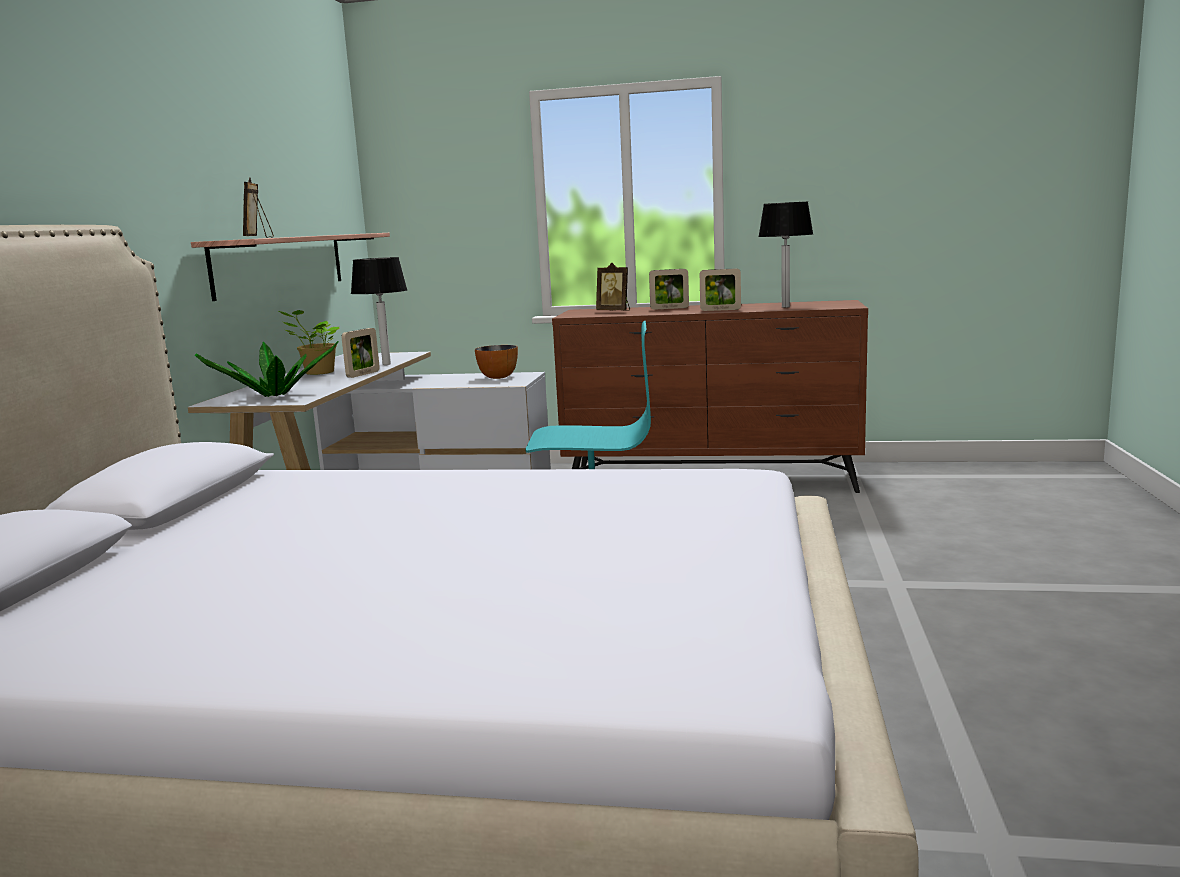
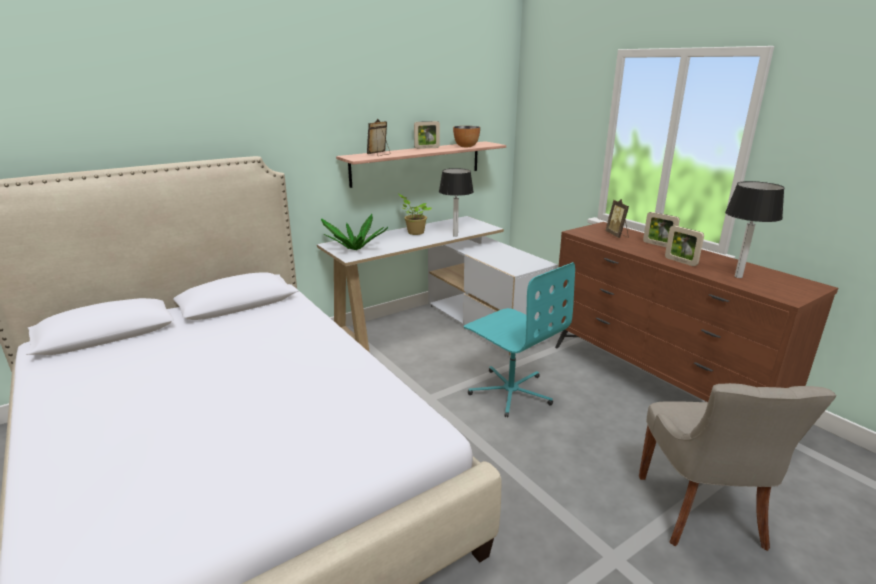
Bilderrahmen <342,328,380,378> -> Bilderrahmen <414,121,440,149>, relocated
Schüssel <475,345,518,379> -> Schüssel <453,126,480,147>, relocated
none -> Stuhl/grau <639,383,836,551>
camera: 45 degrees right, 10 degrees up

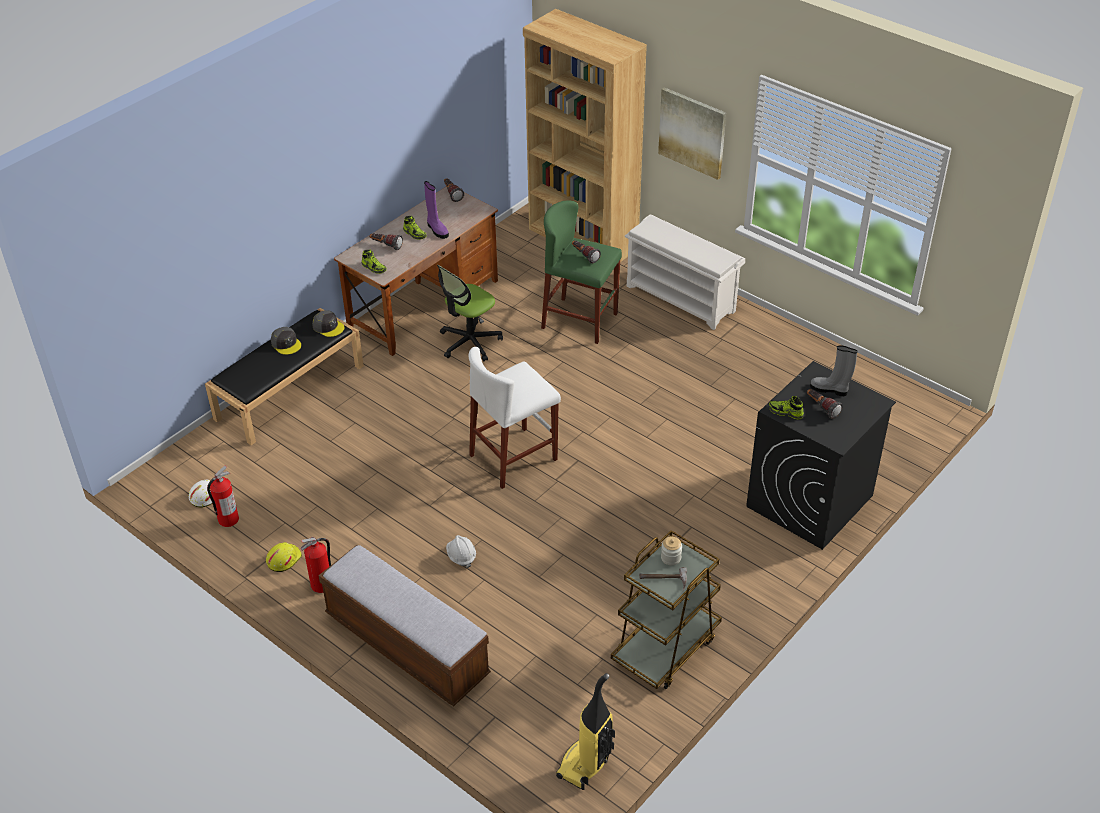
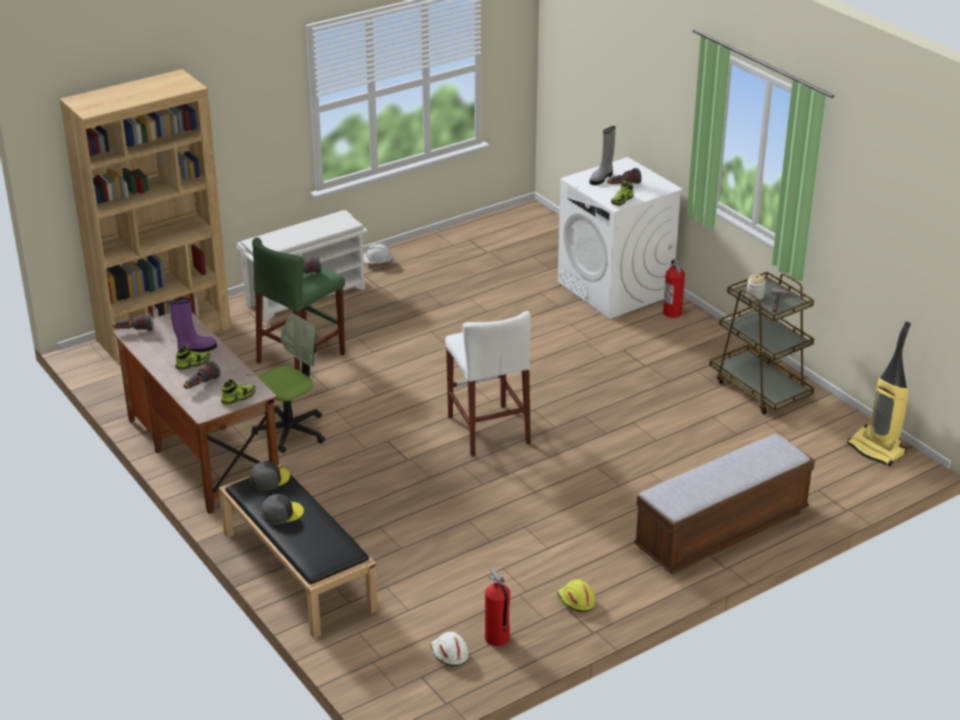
Feuerlöscher <301,537,331,593> -> Feuerlöscher <663,260,685,318>, relocated
Bürostuhl <437,265,503,362> -> Bürostuhl <252,314,325,453>, 105 degrees counterclockwise
Schutzhelm/weiß <446,535,476,568> -> Schutzhelm/weiß <364,243,393,263>, relocated
Bild <658,87,726,180> -> none
Waschmaschine/schwarz <746,361,896,550> -> Waschmaschine/weiß <558,157,683,319>
camera: 75 degrees left, 10 degrees down

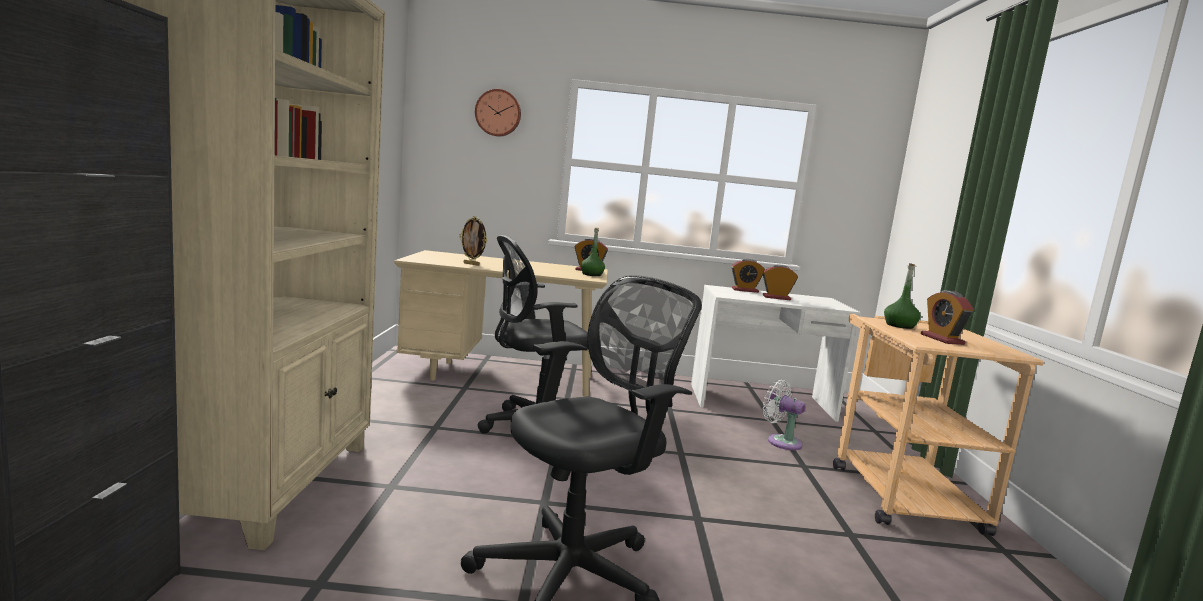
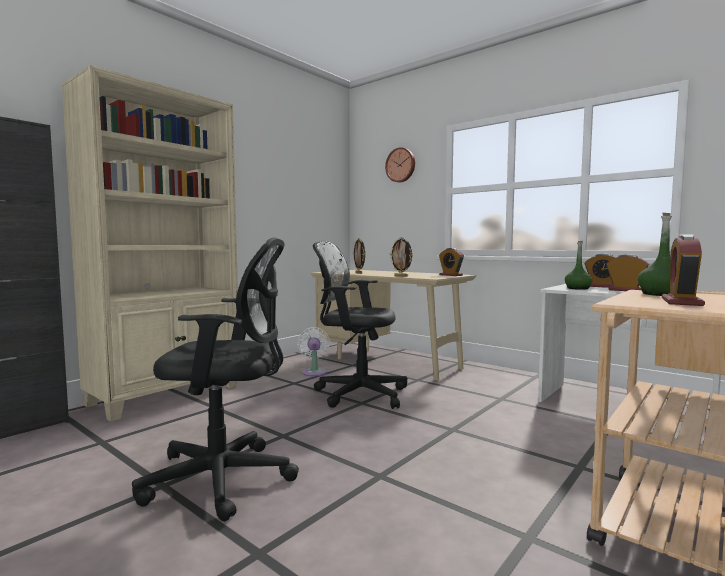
Flasche/grün <581,228,605,276> -> Flasche/grün <565,240,593,290>, relocated
Ventilator/weiß <763,380,806,450> -> Ventilator/weiß <298,327,330,376>, relocated
none -> Bilderrahmen <390,237,413,277>
camera: 40 degrees right, 5 degrees down

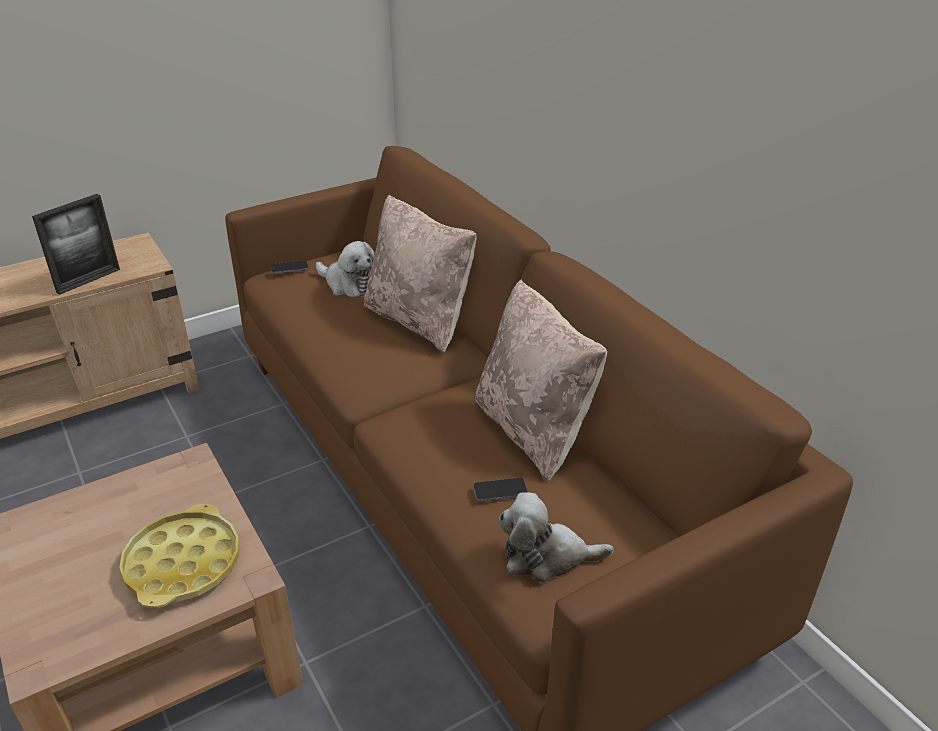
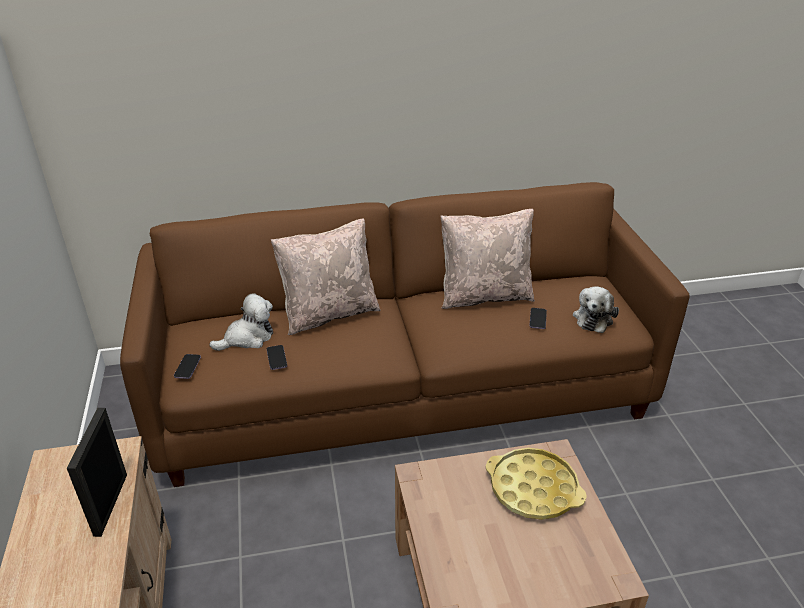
Bilderrahmen <32,194,120,295> -> Bilderrahmen <67,408,127,537>, 150 degrees counterclockwise
none -> Handy <267,345,287,370>
camera: 70 degrees left, 0 degrees up

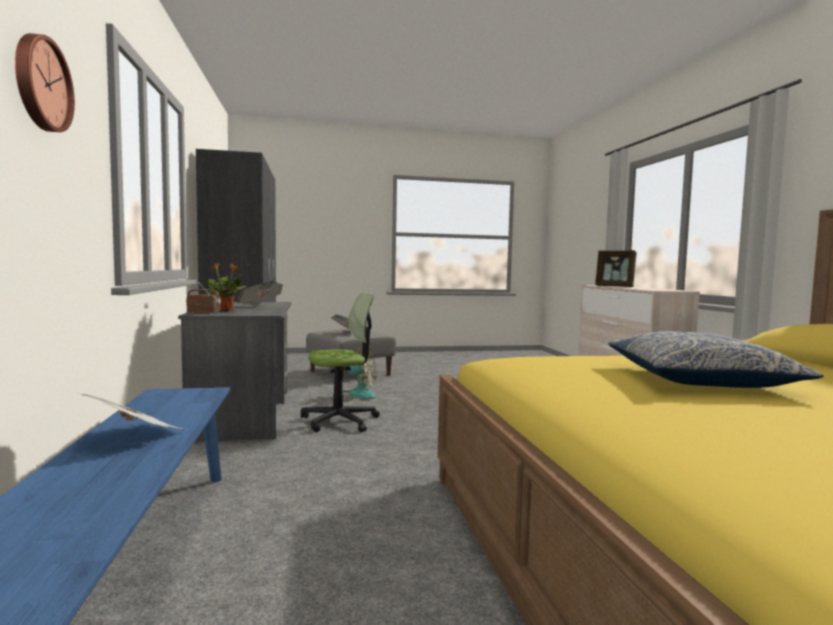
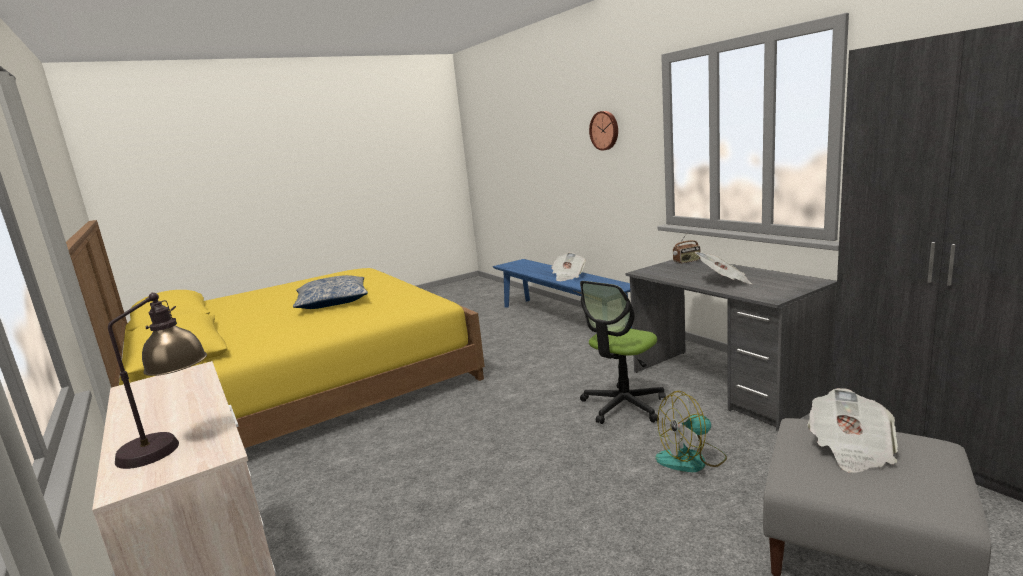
Topfpflanze <204,262,247,311> -> none
Bilderrahmen <595,250,637,287> -> Tischlampe <108,293,207,469>
camera: 160 degrees right, 10 degrees up

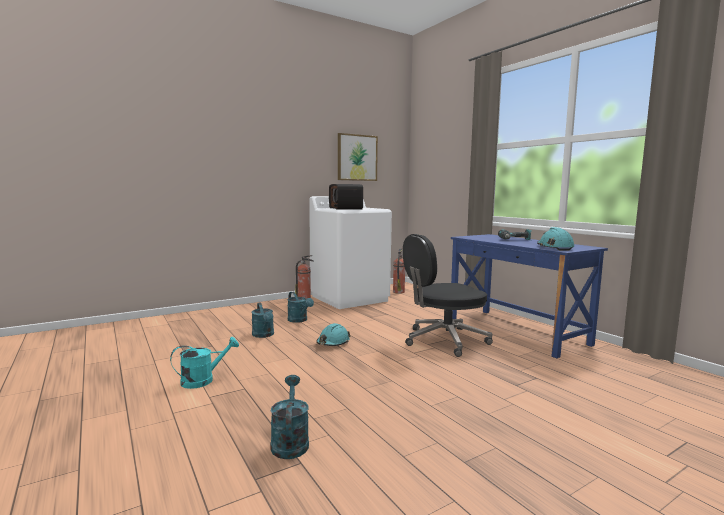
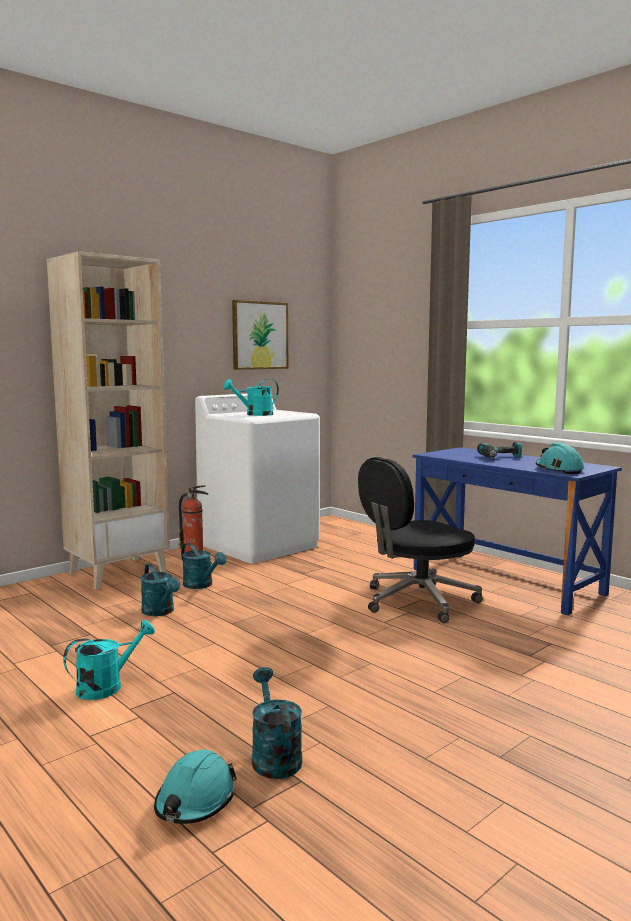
Schutzhelm/türkis <316,323,351,346> -> Schutzhelm/türkis <154,749,237,824>, relocated
Radio <329,184,363,210> -> Gießkanne/türkis <223,379,279,416>
Feuerlöscher <393,249,405,294> -> none
none -> Bücherregal/beige <46,251,170,589>
camera: 10 degrees left, 0 degrees up

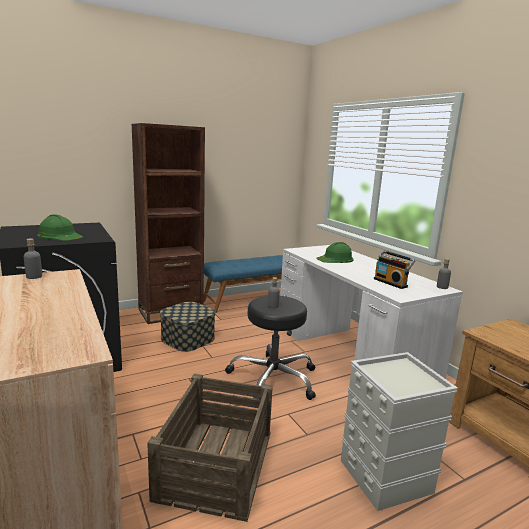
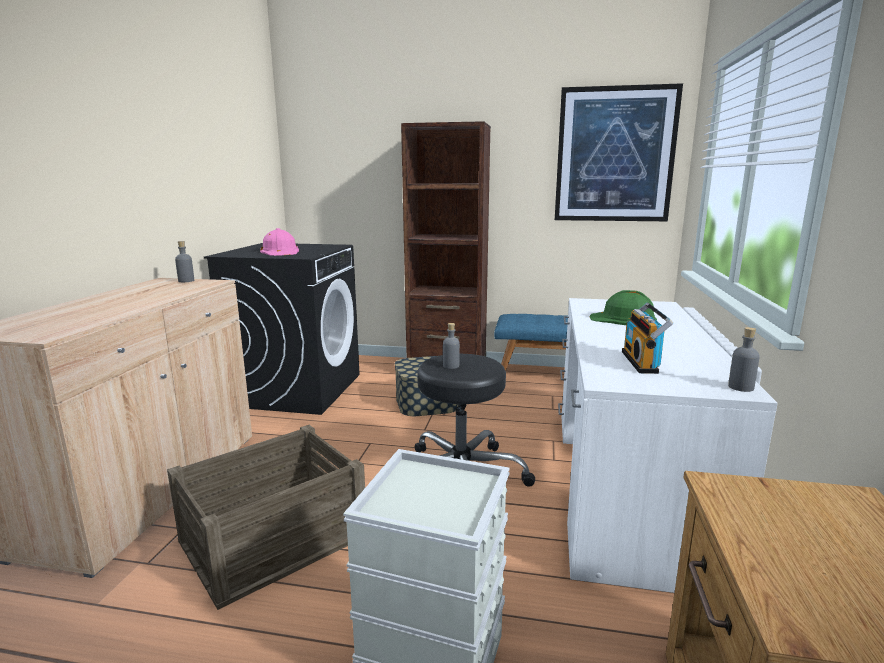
Schutzhelm/grün <37,214,83,241> -> Schutzhelm/rosa <260,228,299,256>
none -> Bild <555,83,683,221>
camera: 40 degrees right, 0 degrees up

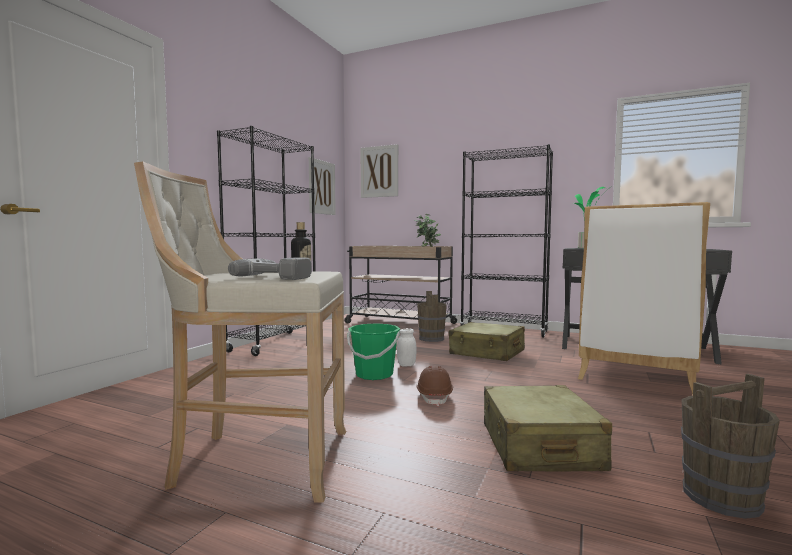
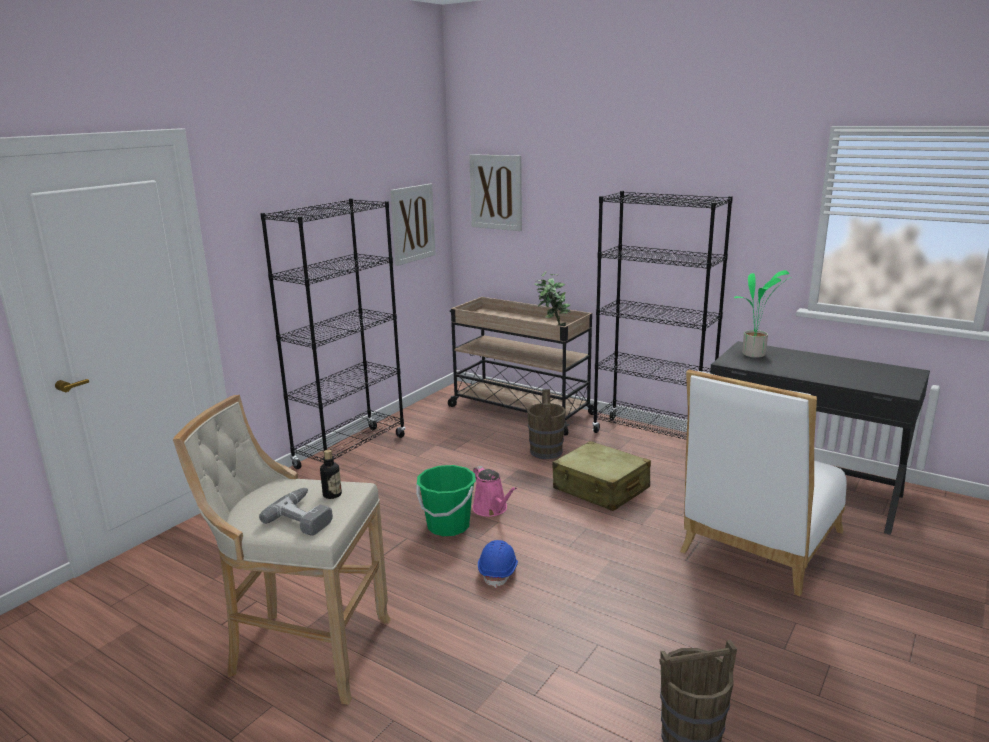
Vorratsglas/weiß <397,328,417,366> -> Gießkanne/rosa <472,466,517,517>
Schutzhelm/braun <416,366,453,406> -> Schutzhelm/blau <478,540,518,588>
Koffer/beige <484,385,612,472> -> none
camera: 10 degrees right, 15 degrees up

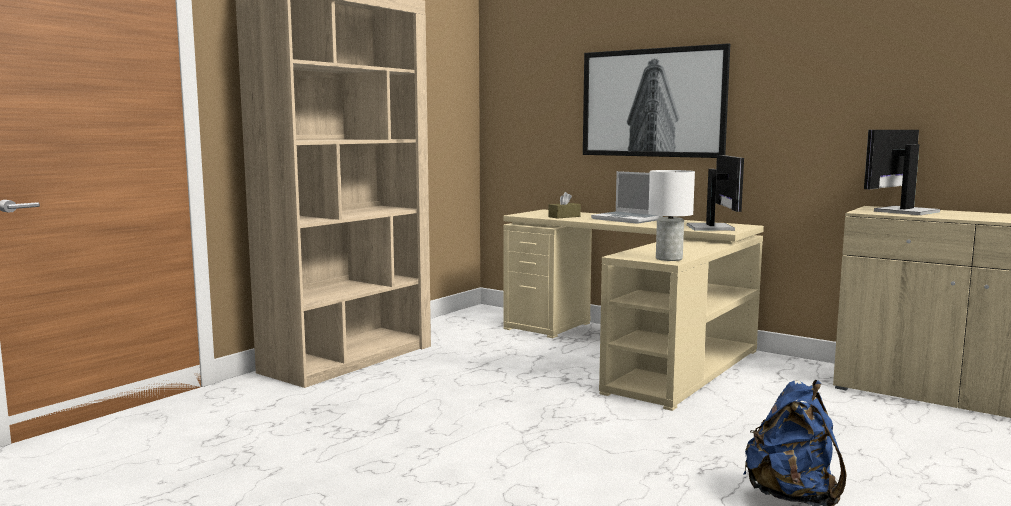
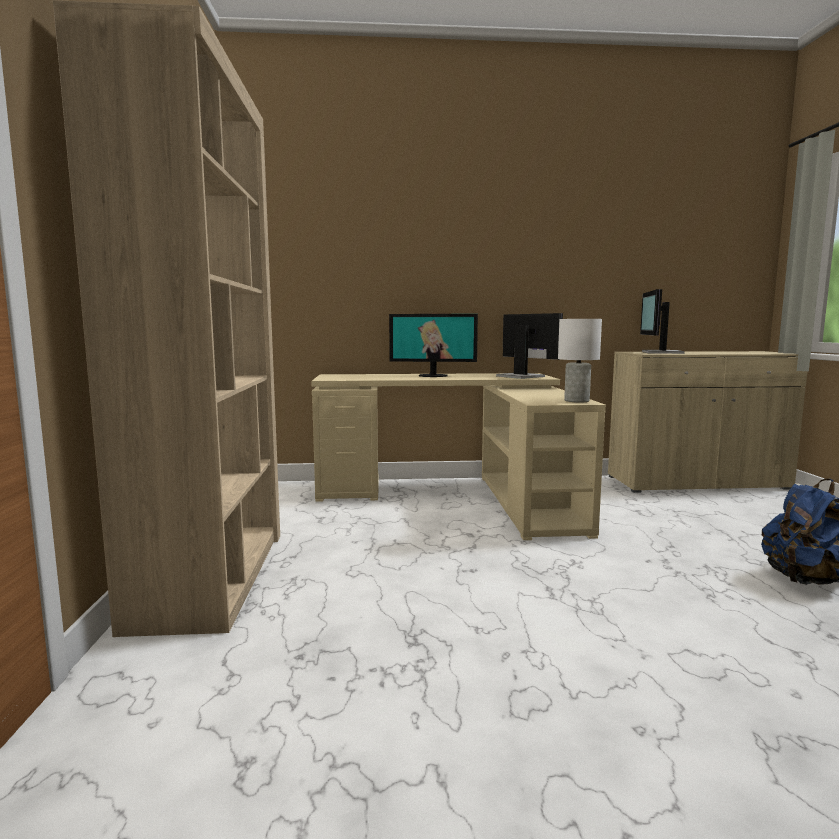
Taschentuchbox/braun <548,192,581,219> -> none
Bild <583,43,730,158> -> none
Laptop <591,171,663,224> -> Monitor <389,314,478,377>
camera: 40 degrees left, 0 degrees up

